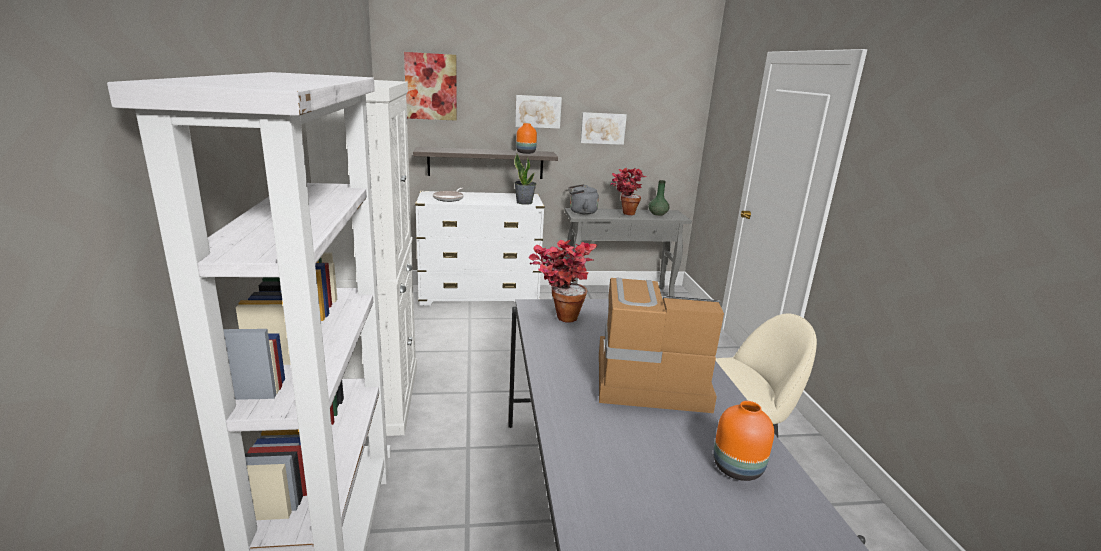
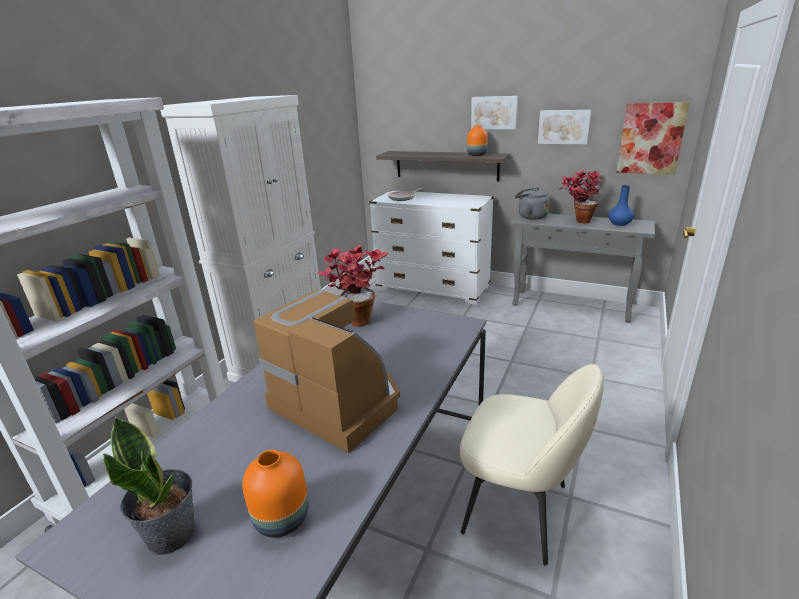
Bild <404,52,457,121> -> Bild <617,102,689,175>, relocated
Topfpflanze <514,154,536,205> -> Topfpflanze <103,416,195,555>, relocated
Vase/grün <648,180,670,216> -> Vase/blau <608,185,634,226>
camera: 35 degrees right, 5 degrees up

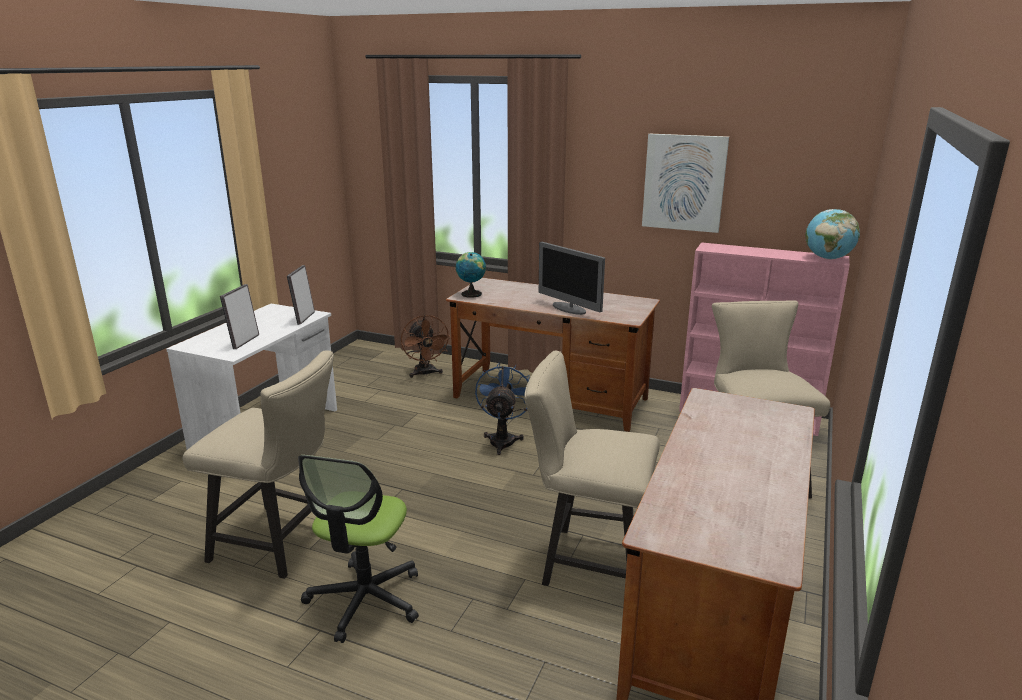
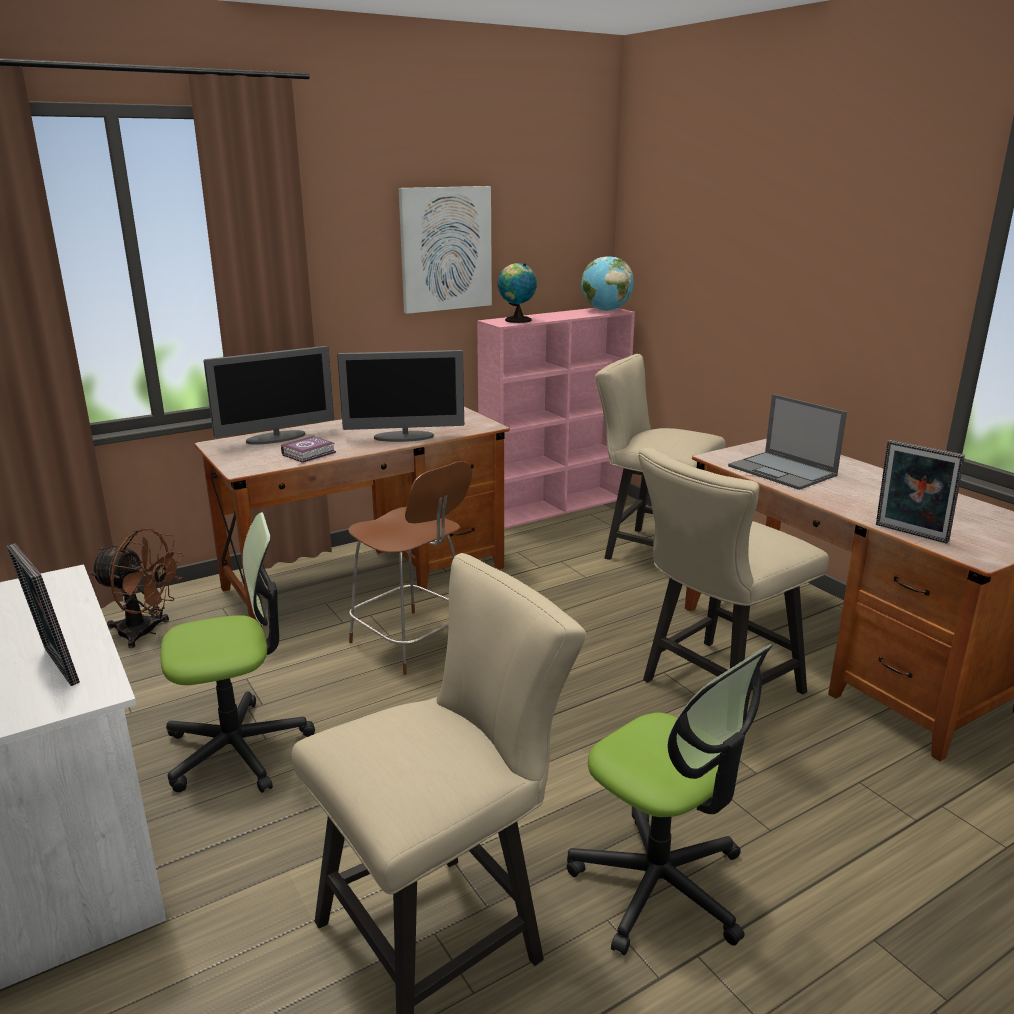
Bilderrahmen <287,265,315,325> -> Bilderrahmen <876,440,965,543>, relocated
Globus <456,252,486,298> -> Globus <498,263,537,323>, relocated
Ventilator/blau <475,362,530,455> -> Hocker/braun <348,461,472,675>
none -> Bürostuhl <160,512,315,793>
none -> Monitor <203,346,334,445>
none -> Buch <281,435,336,463>
none -> Laptop <728,394,847,490>
camera: 55 degrees left, 0 degrees up

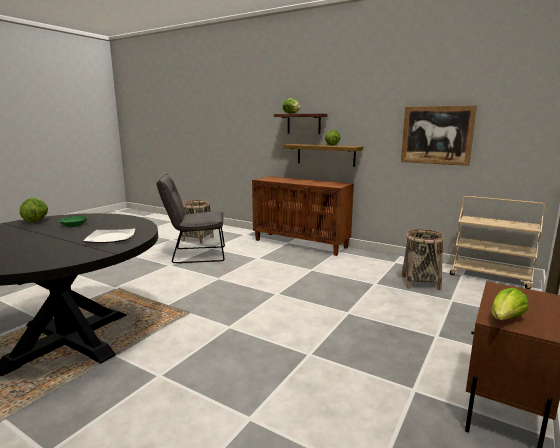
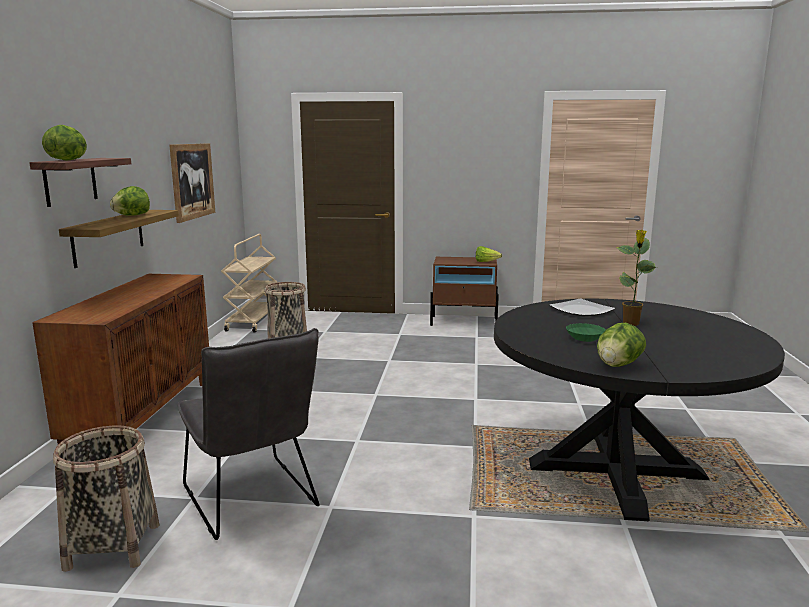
none -> Topfpflanze <617,230,658,326>
camera: 115 degrees left, 0 degrees up

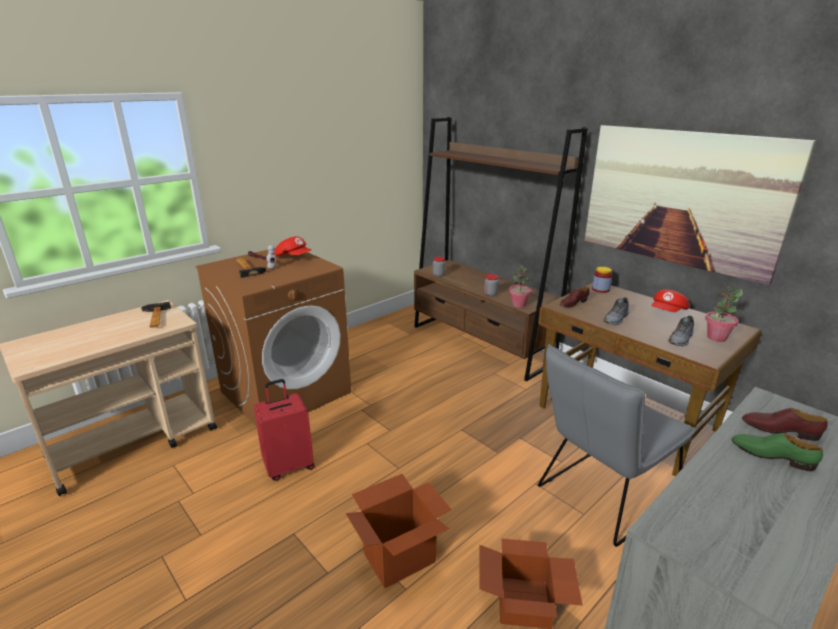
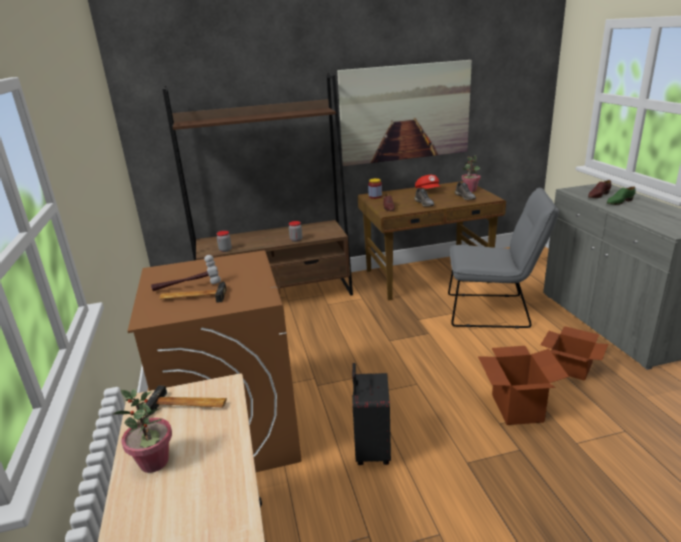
Koffer/rot <254,379,315,481> -> Koffer/schwarz <352,363,391,465>
Kappe/rot <274,236,311,257> -> none
Topfpflanze <509,265,532,308> -> Topfpflanze <113,389,172,473>, relocated
Stuhl/grau <538,344,695,547> -> Stuhl/grau <448,188,559,329>, 75 degrees counterclockwise
camera: 60 degrees left, 0 degrees up

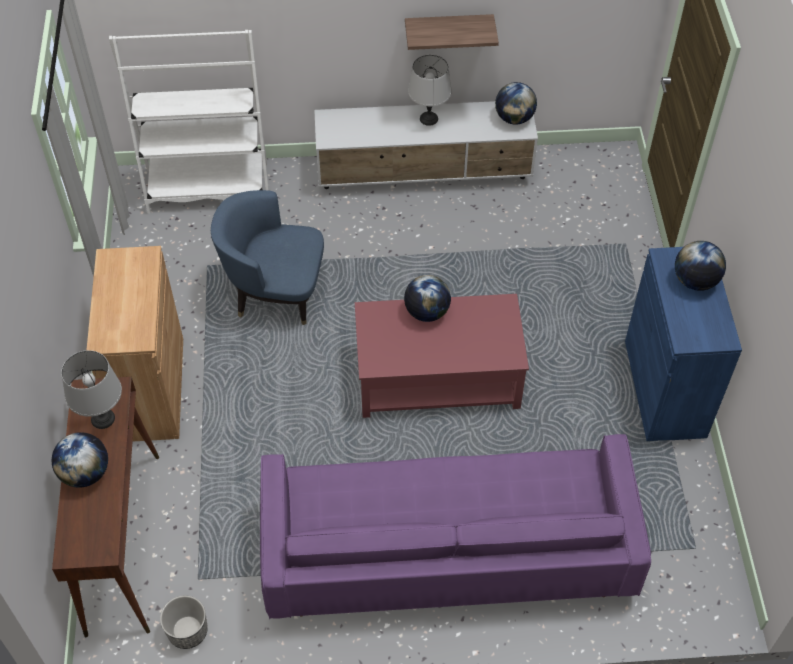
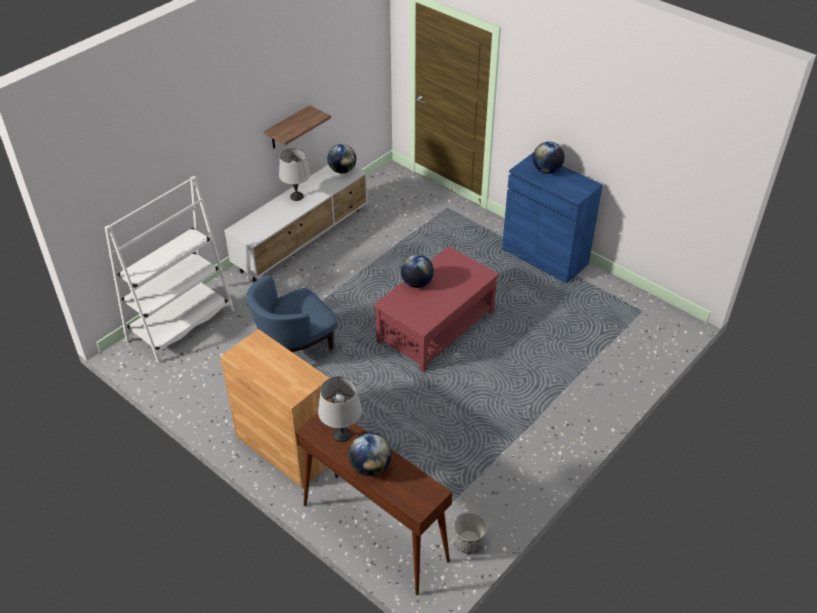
Sofa/lila <260,434,651,619> -> none
camera: 45 degrees left, 10 degrees down

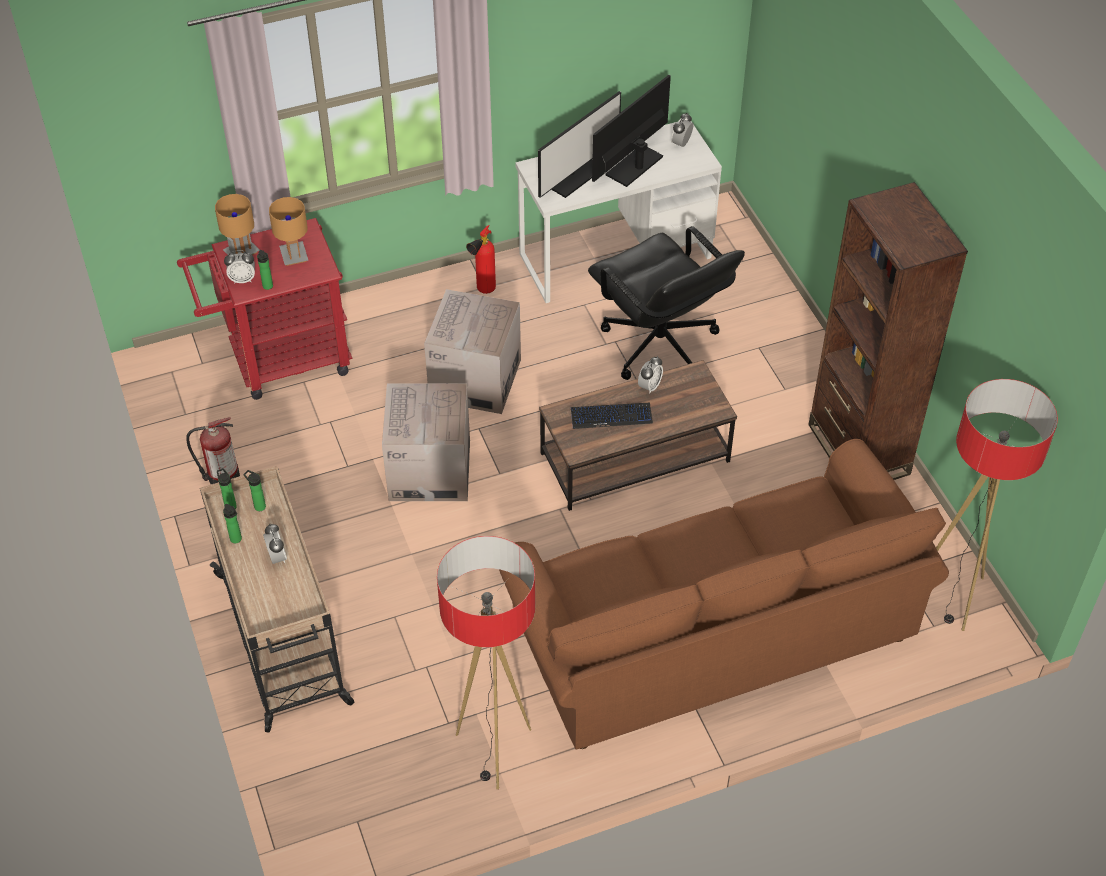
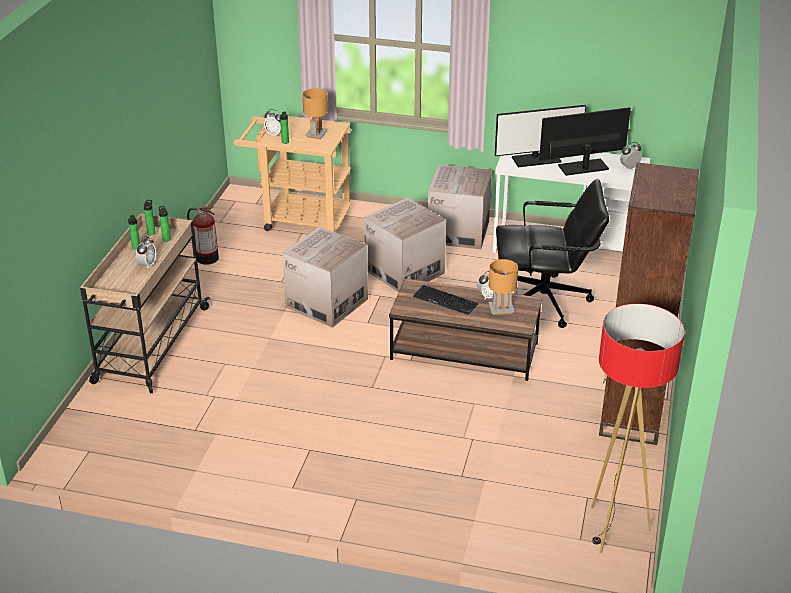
Rollwagen/rot <177,218,352,400> -> Rollwagen/beige <234,116,352,232>
Tischlampe/braun <215,194,260,255> -> Tischlampe/braun <489,259,518,315>, relocated
Stehlampe <437,536,535,789> -> none
Feuerlöscher <466,225,496,294> -> Karton <428,164,492,250>
Sofa/braun <499,439,949,749> -> none
Bürostuhl/schwarz <588,226,745,380> -> Bürostuhl/schwarz <496,179,609,328>, 90 degrees counterclockwise
camera: 35 degrees right, 15 degrees down

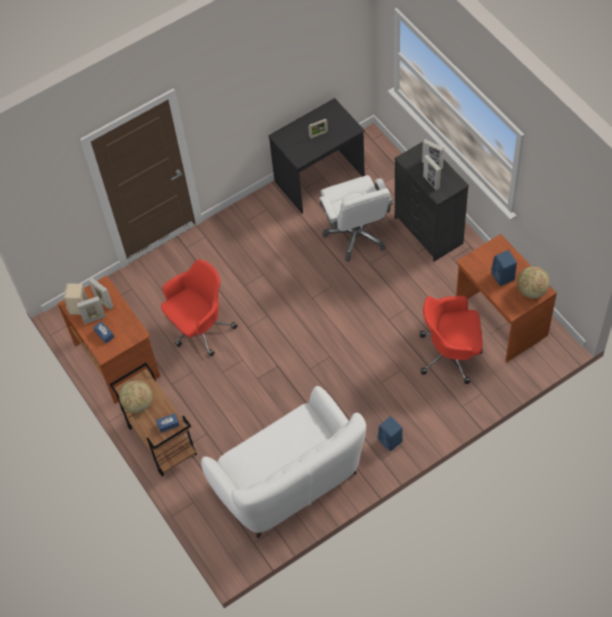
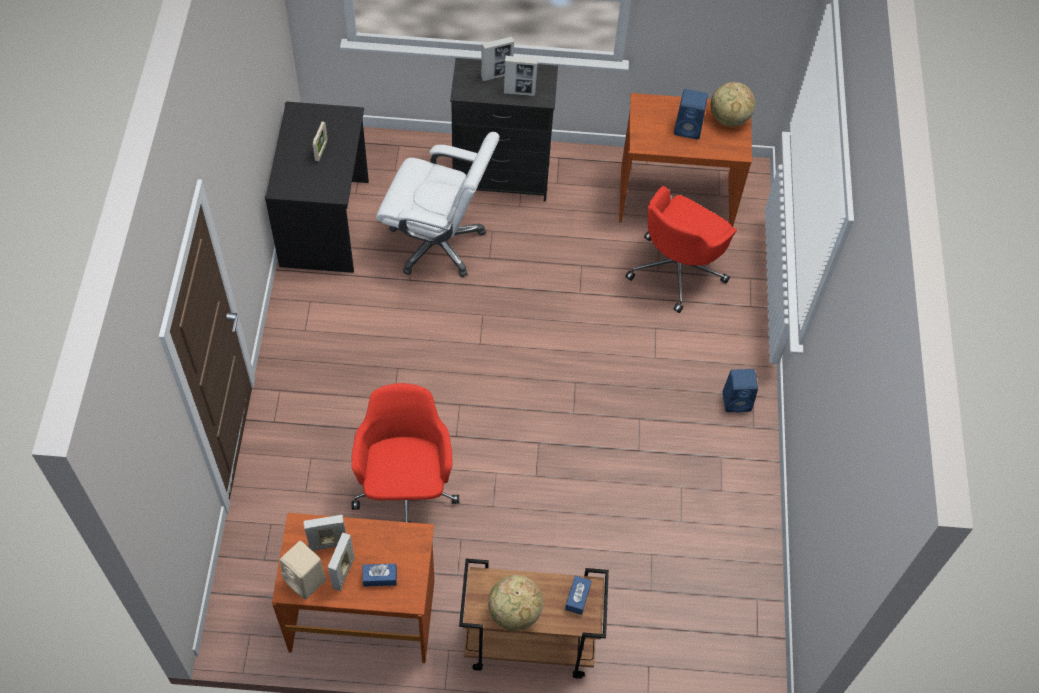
Sofa/weiß <201,386,366,538> -> none
camera: 60 degrees left, 0 degrees up

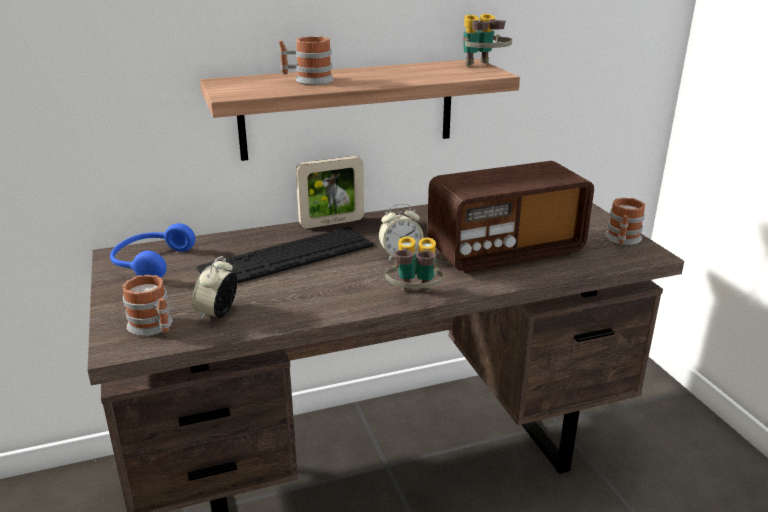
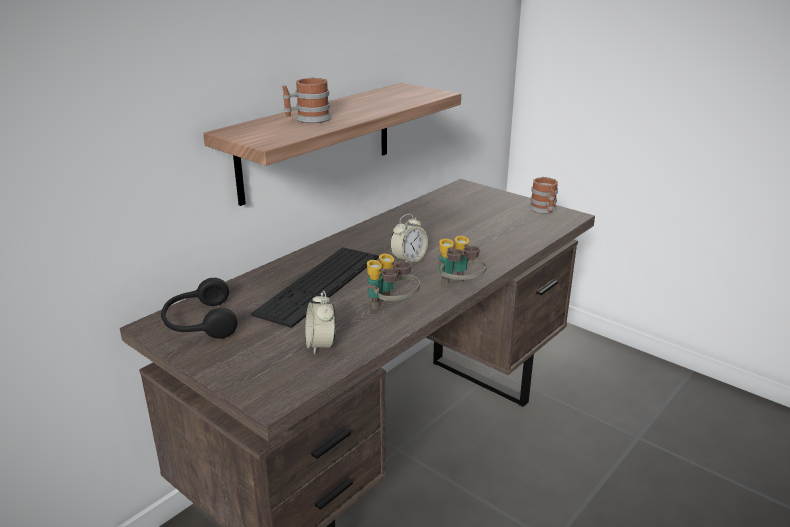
Kopfhörer/blau <110,223,195,278> -> Kopfhörer/schwarz <161,278,237,339>
Henkelbecher <123,275,173,336> -> none
Bilderrahmen <296,156,364,229> -> none
Radio <427,161,594,273> -> none
Fernglas <463,14,512,66> -> Fernglas <367,254,420,310>, relocated
camera: 30 degrees left, 0 degrees up

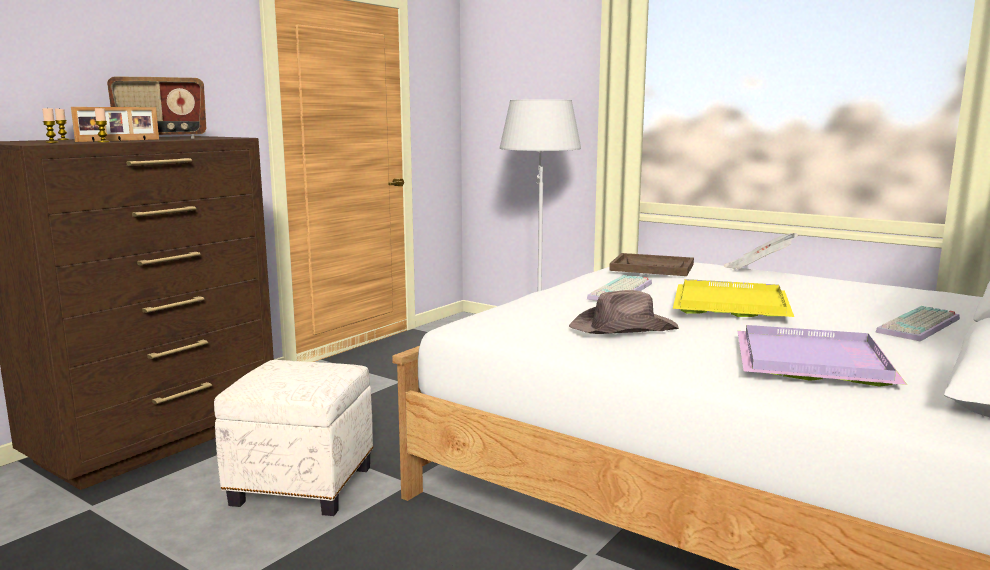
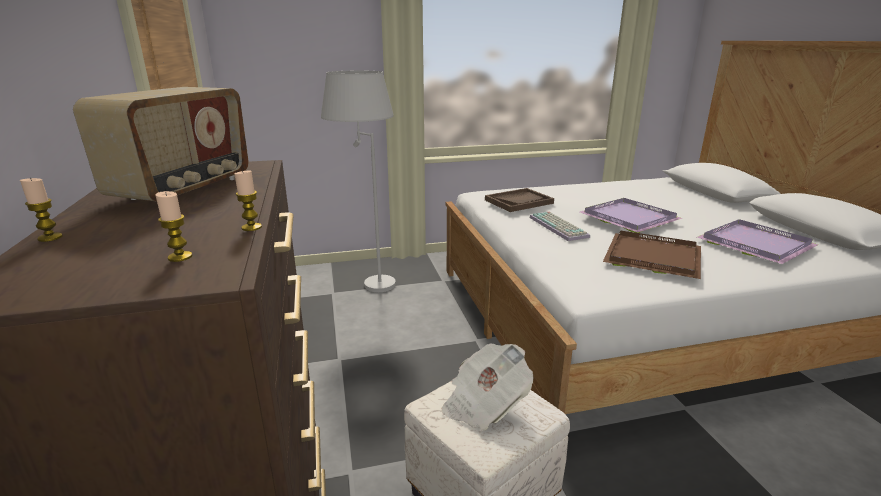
Bilderrahmen <71,107,159,142> -> none
Hut/braun <569,290,679,334> -> Tablett/braun <603,231,701,279>
Tablett/gelb <673,279,794,317> -> Tablett/lila <580,198,682,233>
Zeitung <724,233,798,269> -> Zeitung <442,343,534,431>, relocated
Tastatur <875,306,960,341> -> none
camera: 50 degrees left, 10 degrees up

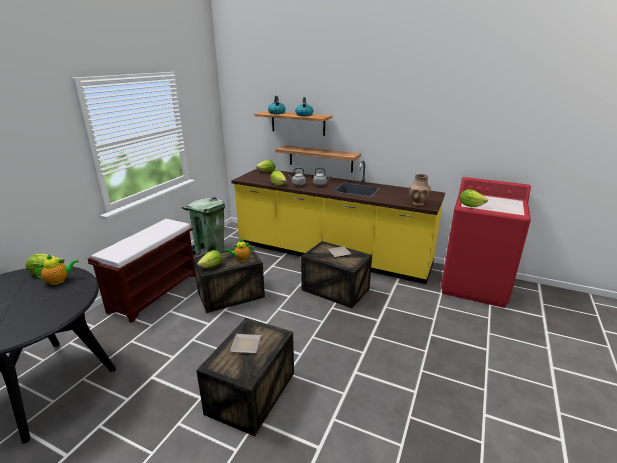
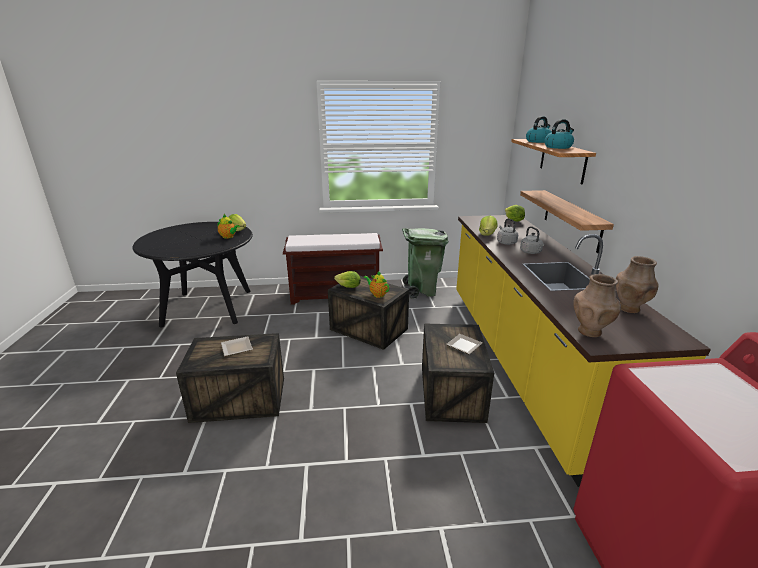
Salatkopf <460,189,488,207> -> none
none -> Vase/braun <616,256,659,313>
camera: 60 degrees right, 0 degrees up

